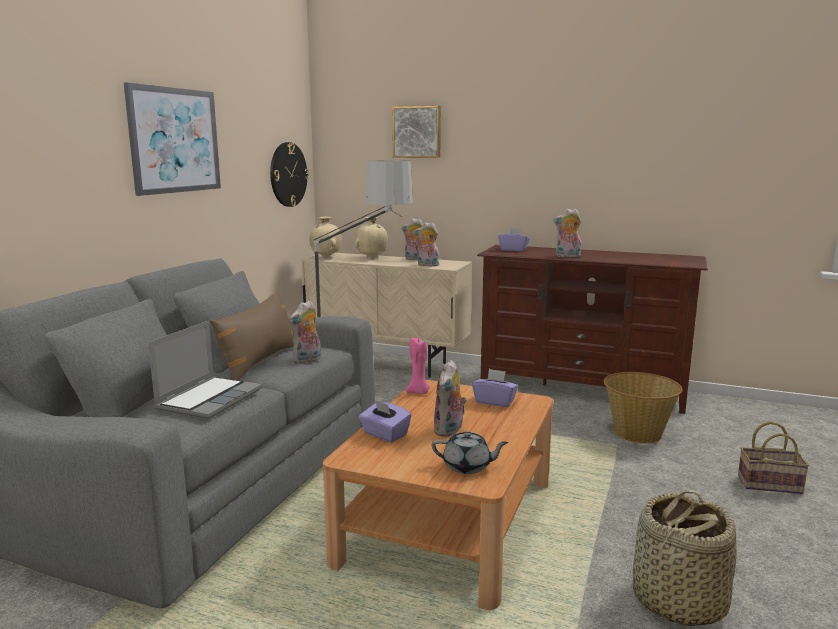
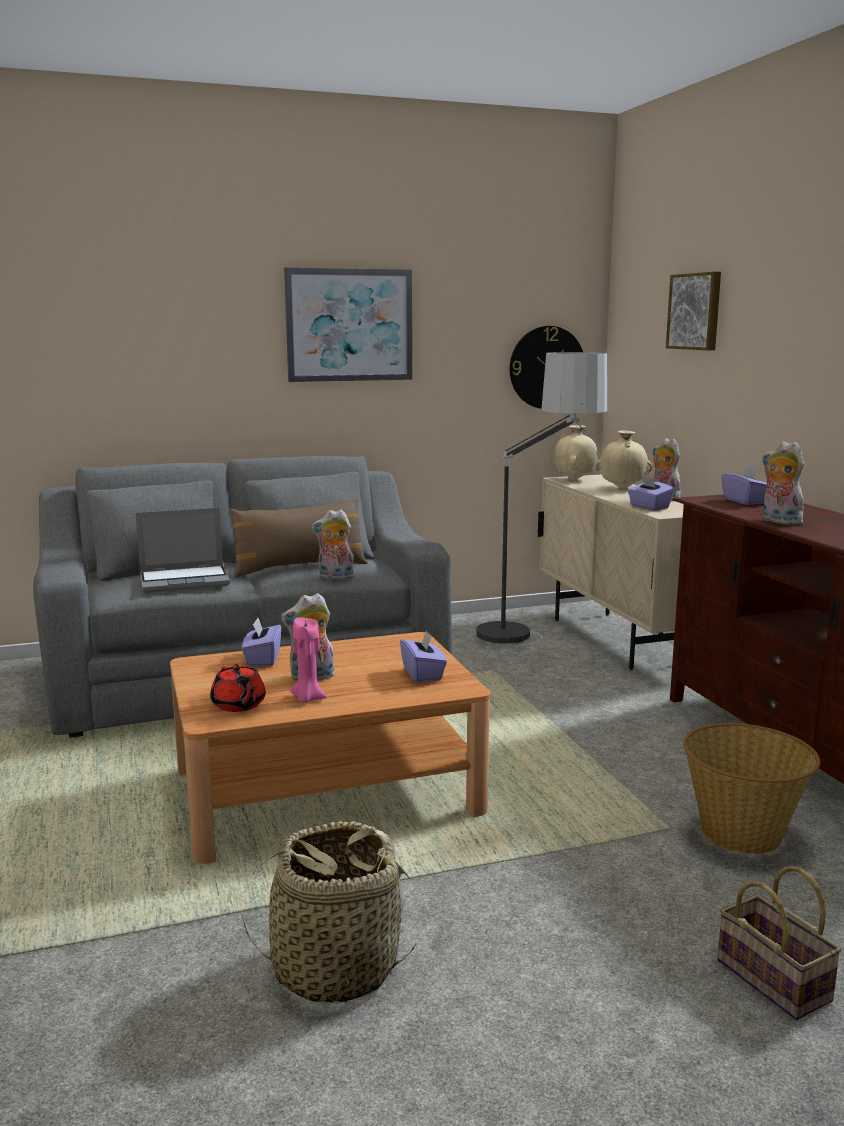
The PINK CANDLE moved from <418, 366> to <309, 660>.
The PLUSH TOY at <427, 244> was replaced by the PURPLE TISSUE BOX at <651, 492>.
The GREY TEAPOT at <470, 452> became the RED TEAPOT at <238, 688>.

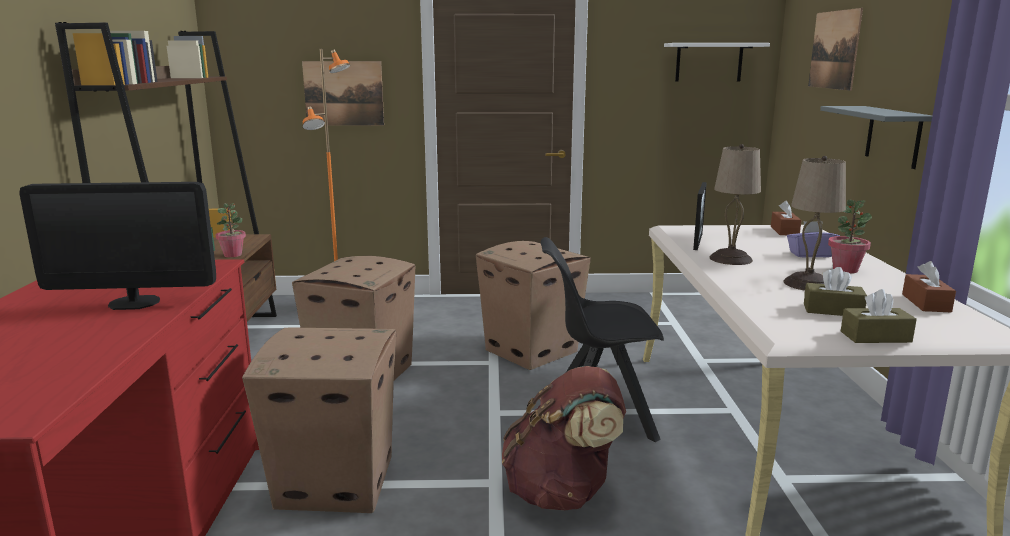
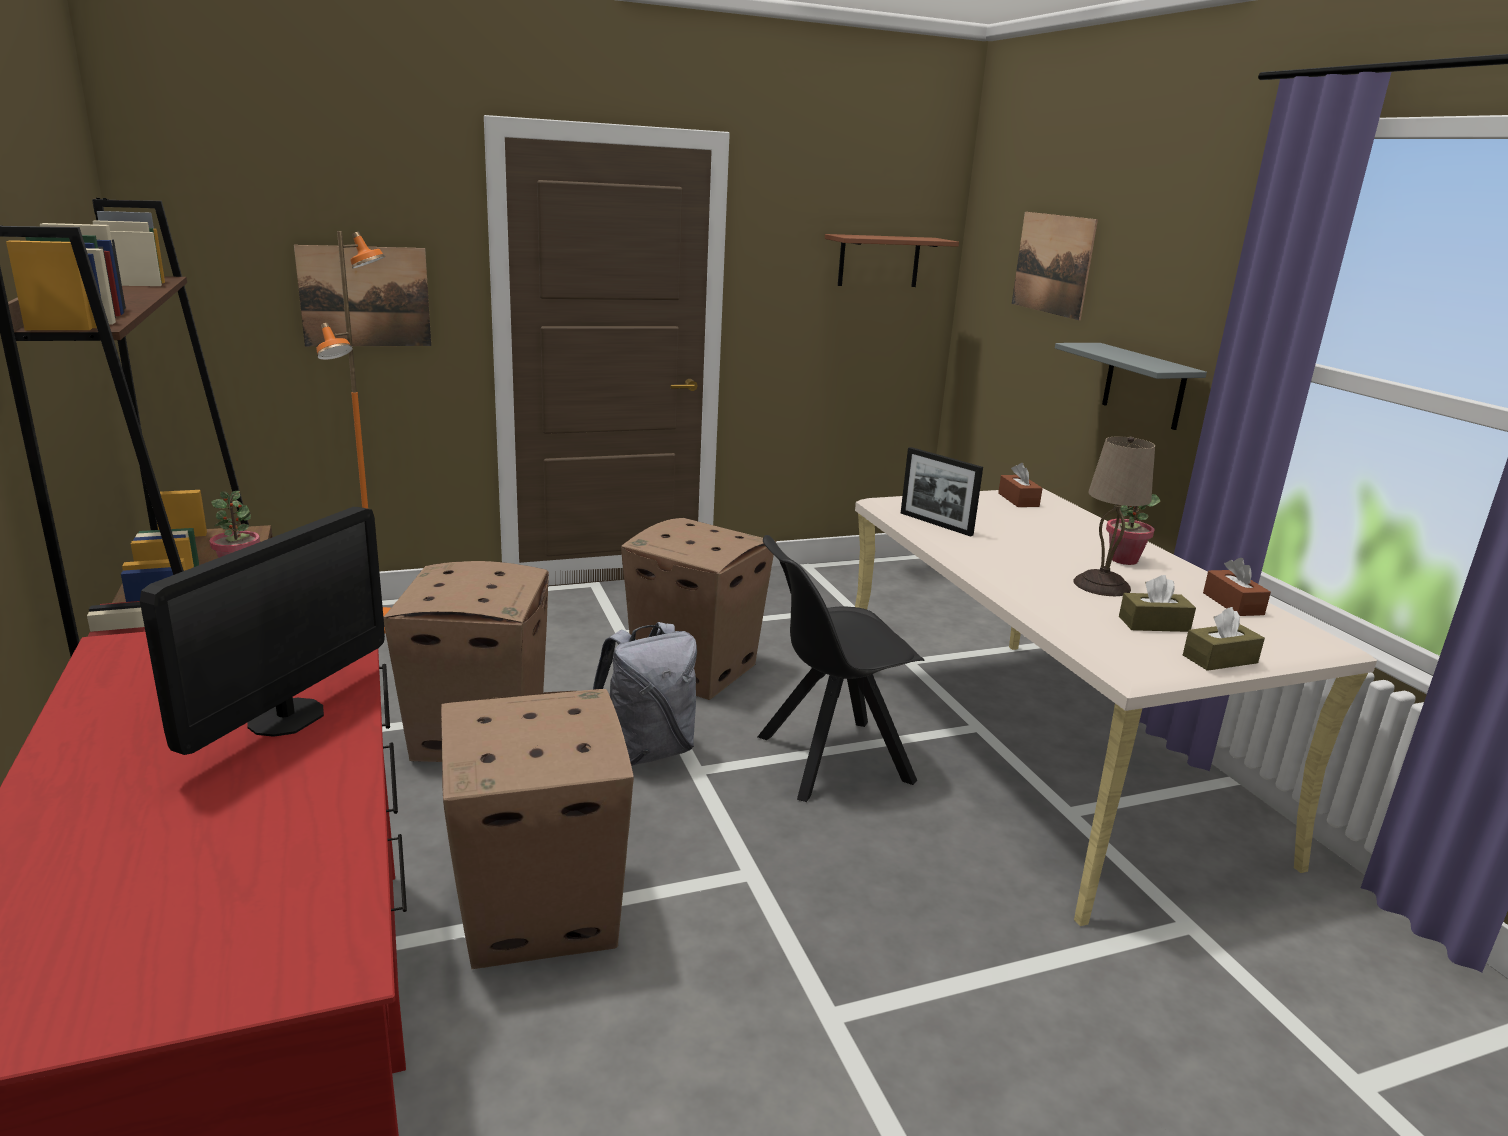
The BROWN BACKPACK at <564, 438> disappeared.
The BEIGE TABLE LAMP at <735, 204> disappeared.
The PURPLE TISSUE BOX at <813, 239> disappeared.
The GREY BACKPACK at <645, 694> appeared.
The WHITE SHELF at <717, 62> became the BROWN SHELF at <892, 260>.
The MONITOR at <117, 246> turned 45 degrees counterclockwise.
The PICTURE FRAME at <700, 216> turned 135 degrees clockwise.

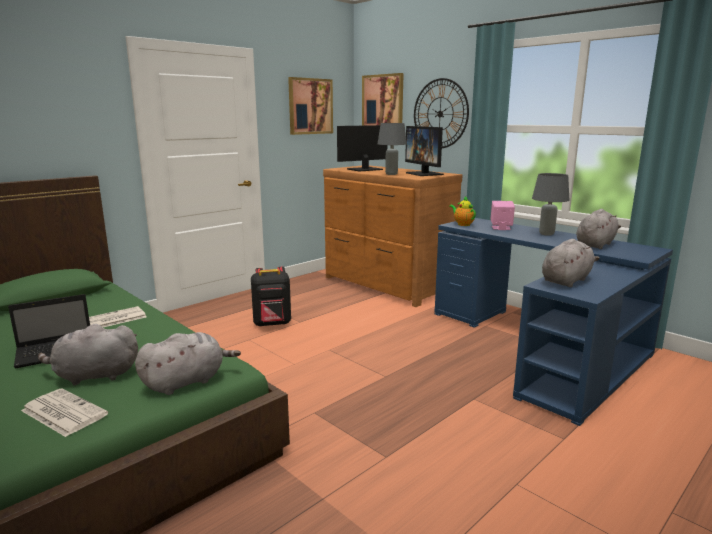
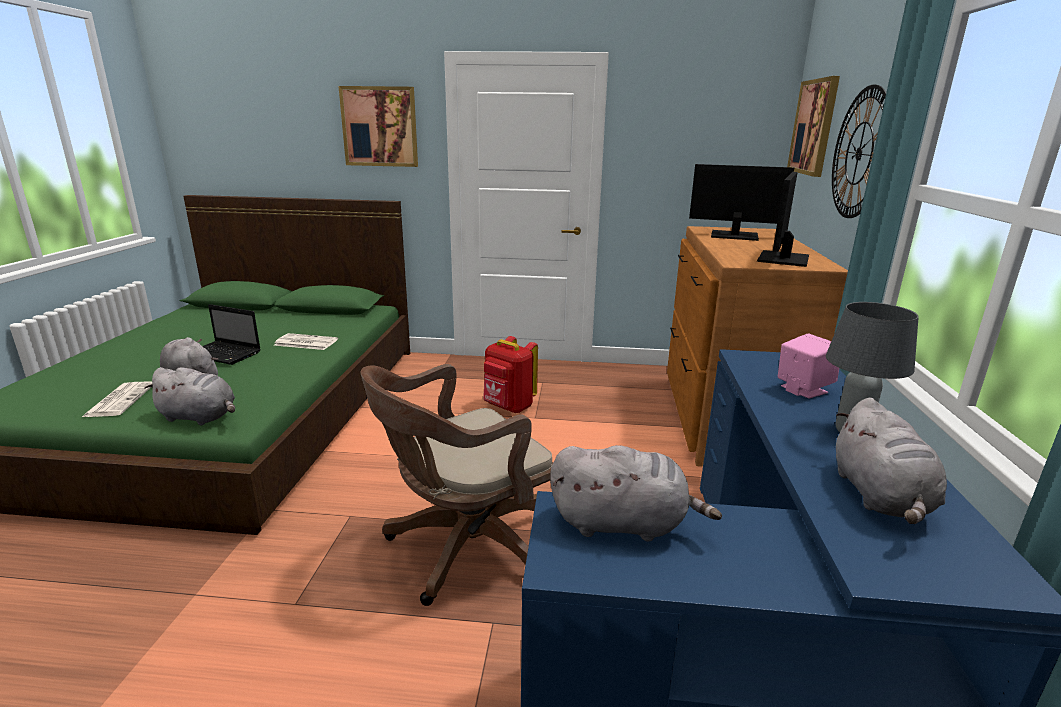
The GREY TABLE LAMP at <392, 149> disappeared.
The TEAPOT at <462, 211> disappeared.
The BROWN OFFICE CHAIR at <456, 485> appeared.
The PICTURE moved from <310, 106> to <378, 126>.
The BLACK BACKPACK at <271, 297> became the RED BACKPACK at <510, 374>.
The GREY PLUSH TOY at <598, 229> turned 90 degrees clockwise.

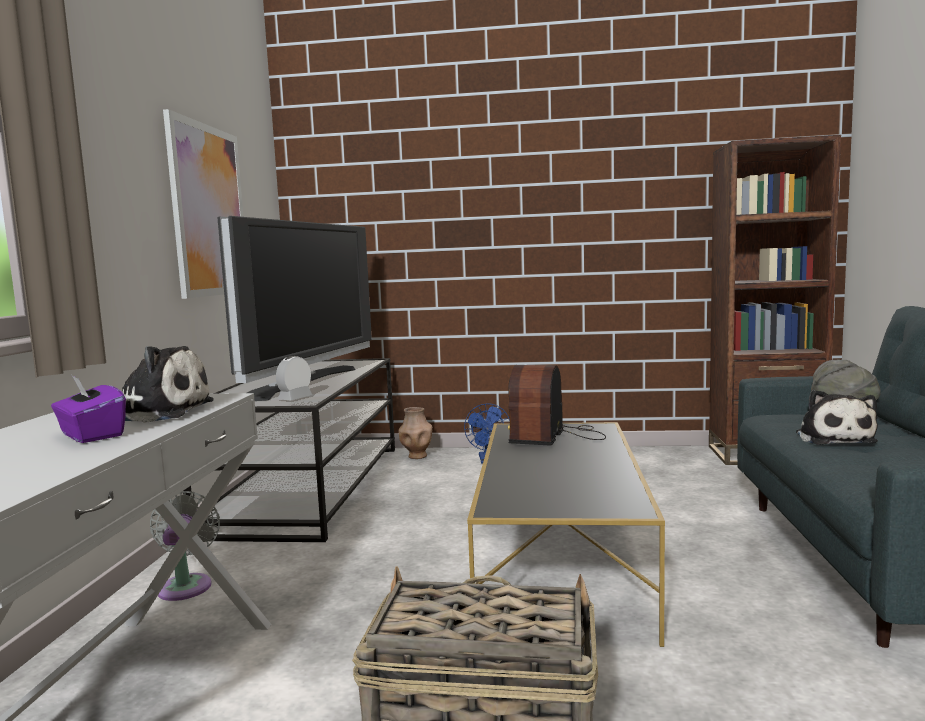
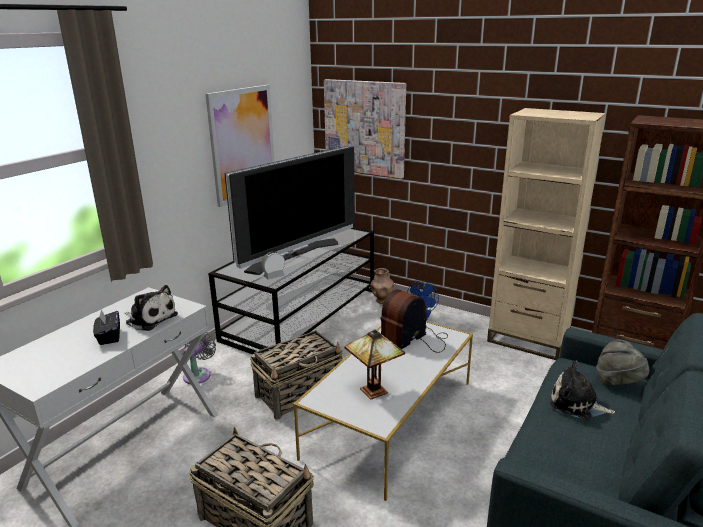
The BASKET at <296, 375> appeared.
The PICTURE at <365, 129> appeared.
The TABLE LAMP at <375, 364> appeared.
The BEIGE BOOKCASE at <546, 234> appeared.
The PURPLE TISSUE BOX at <88, 409> became the BLACK TISSUE BOX at <106, 327>.
The BLACK COFFEE TABLE at <566, 534> became the WHITE COFFEE TABLE at <383, 411>.
The PLUSH TOY at <837, 417> turned 90 degrees clockwise.

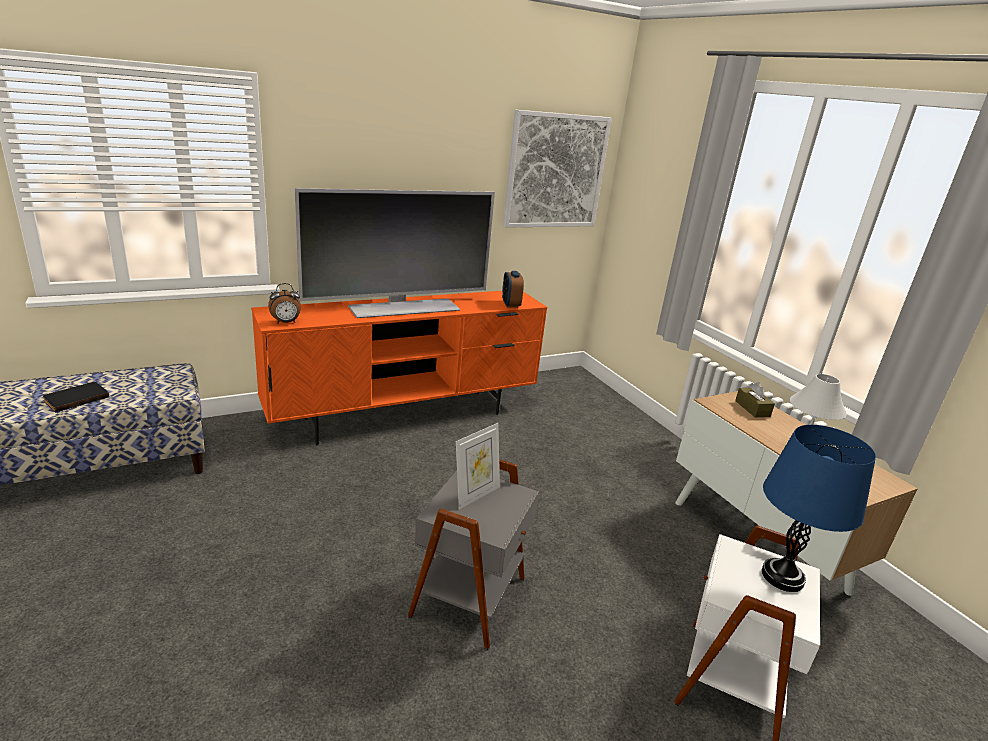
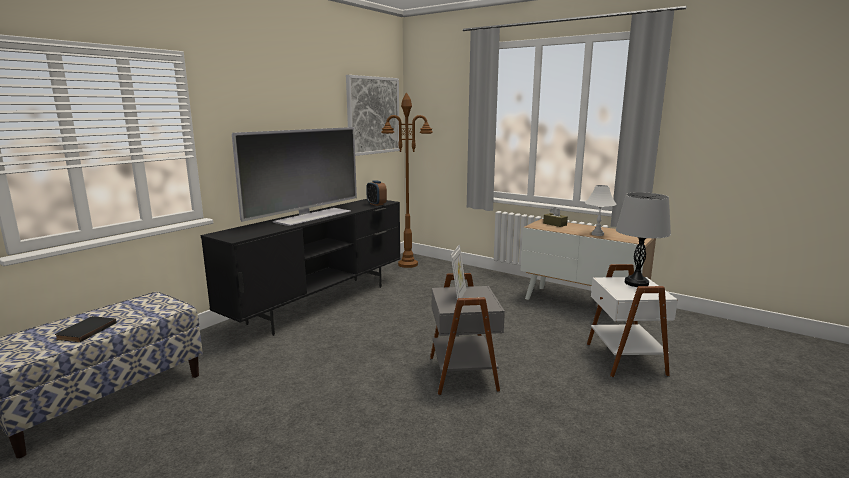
The ALARM CLOCK at <284, 303> disappeared.
The BROWN FLOOR LAMP at <407, 180> appeared.
The ORANGE TV STAND at <399, 368> became the BLACK TV STAND at <301, 267>.
The BLUE TABLE LAMP at <819, 508> became the GREY TABLE LAMP at <643, 239>.

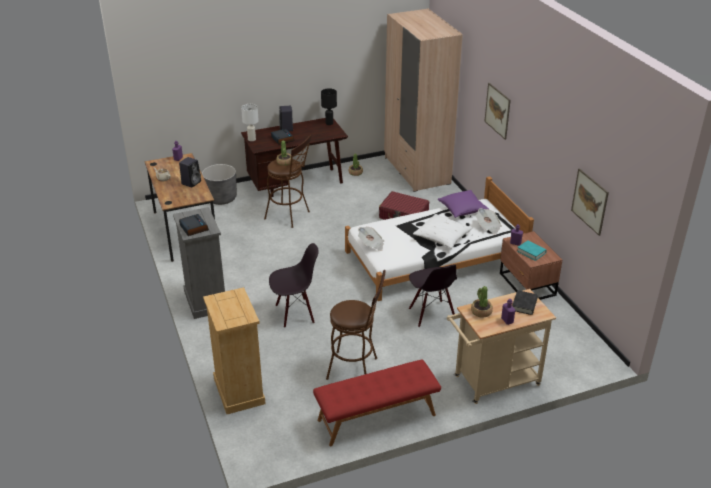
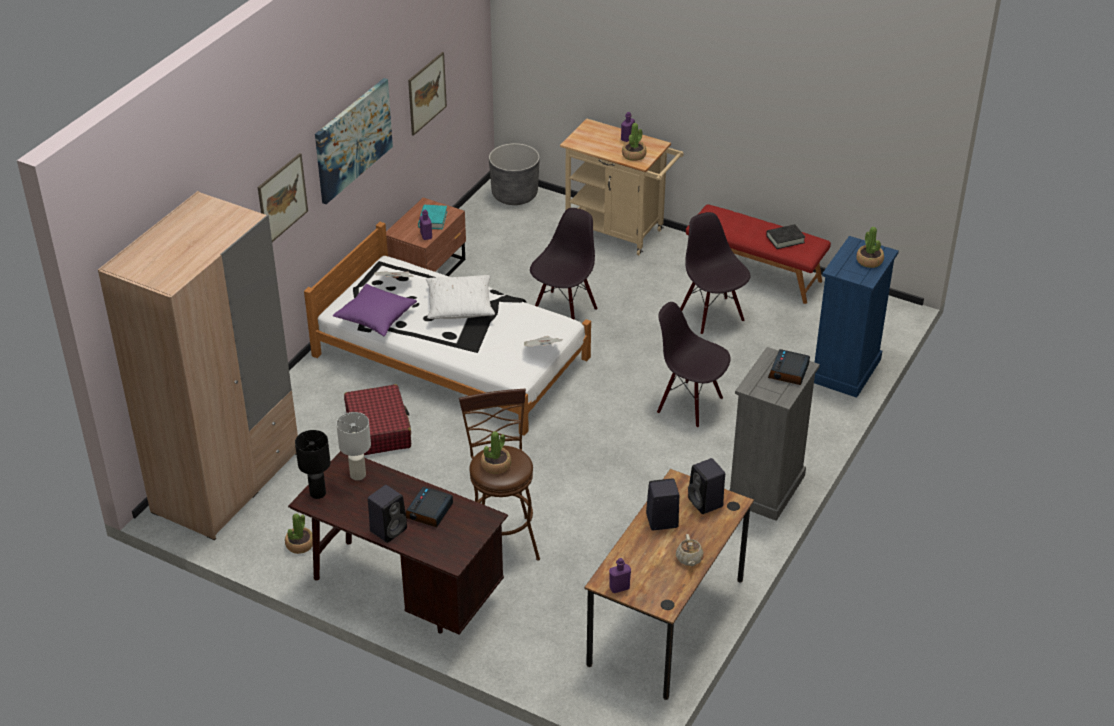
The PICTURE at <354, 141> appeared.
The BLACK SPEAKER at <706, 486> appeared.
The POTTED PLANT at <870, 247> appeared.
The GREY PLANTER moved from <219, 184> to <514, 174>.
The WHITE TABLE LAMP moved from <250, 122> to <353, 446>.
The BLACK BOOK moved from <525, 302> to <785, 236>.
The BROWN STOOL at <356, 325> was replaced by the BLACK CHAIR at <715, 273>.
The BEIGE DRESSER at <234, 350> became the BLUE DRESSER at <856, 317>.

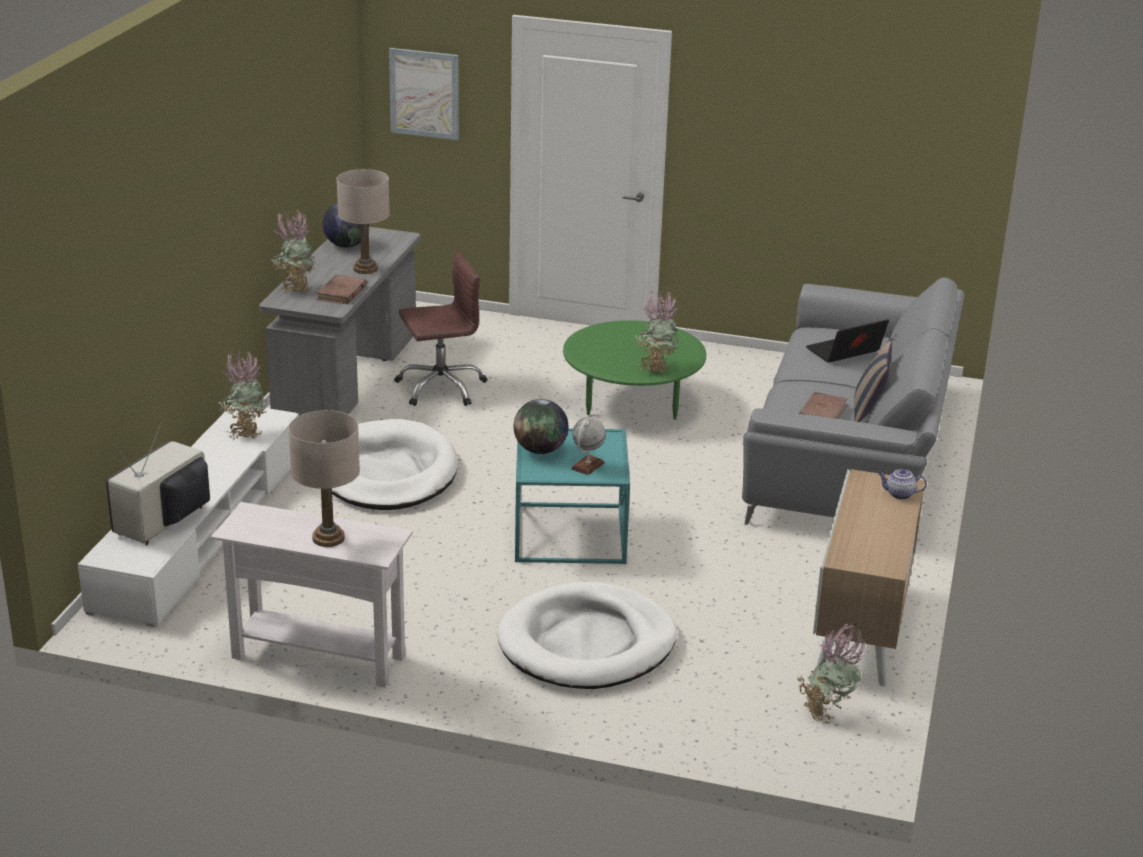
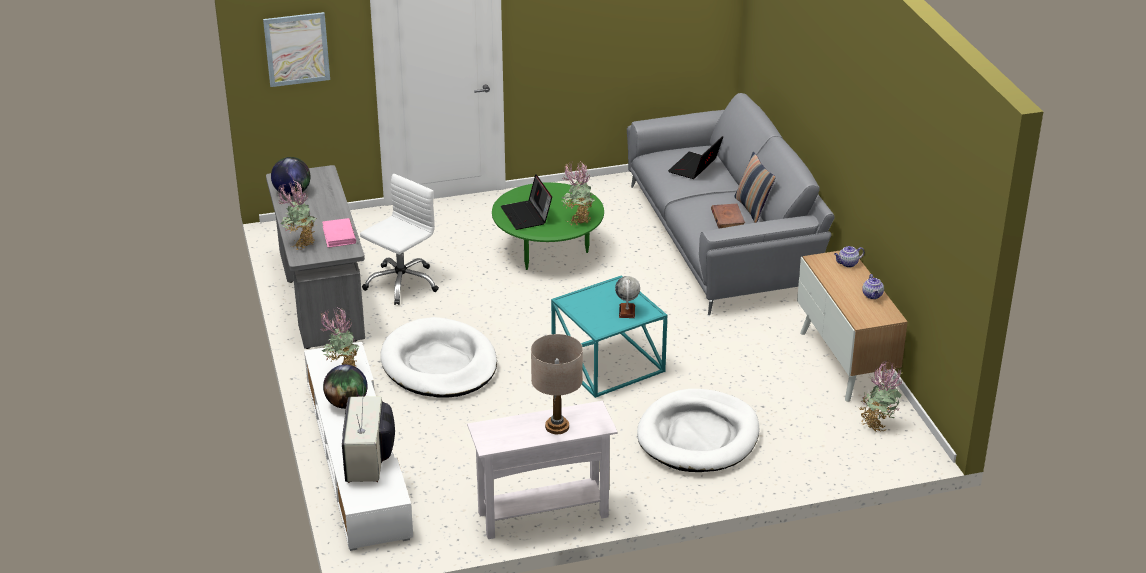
The BEIGE TABLE LAMP at <363, 221> disappeared.
The LAPTOP at <526, 202> appeared.
The TEAPOT at <873, 286> appeared.
The GLOBE moved from <540, 426> to <345, 387>.
The BROWN BOOK at <341, 289> became the PINK BOOK at <339, 232>.
The BROWN OFFICE CHAIR at <440, 329> became the WHITE OFFICE CHAIR at <399, 239>.

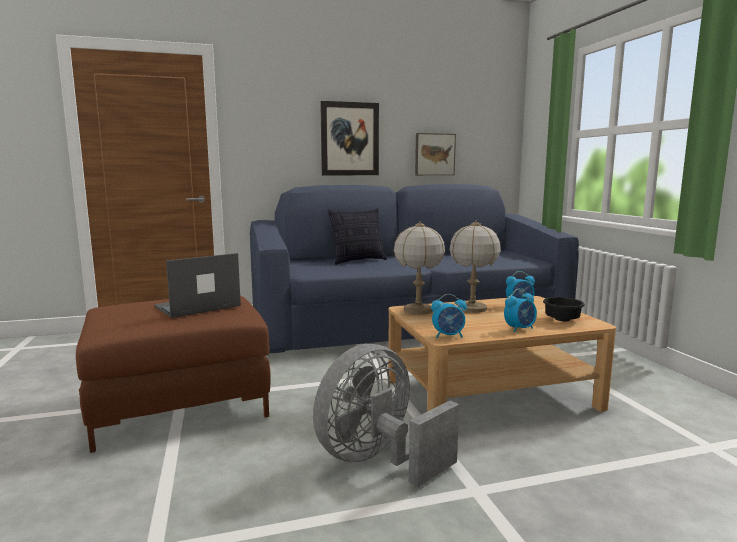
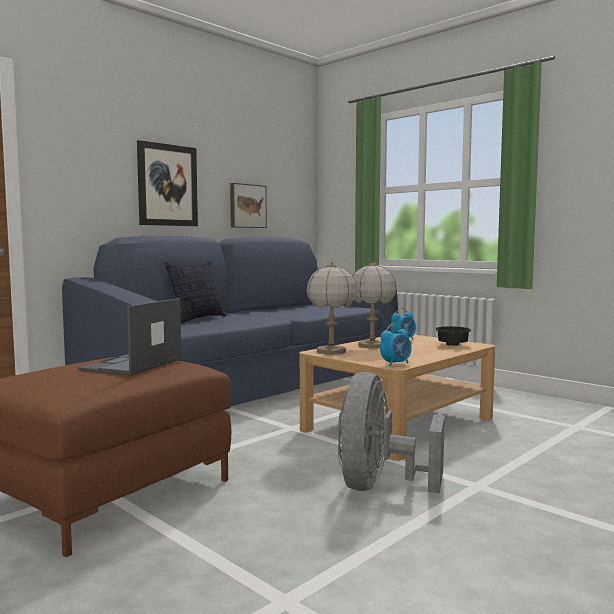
The ALARM CLOCK at <520, 311> disappeared.

